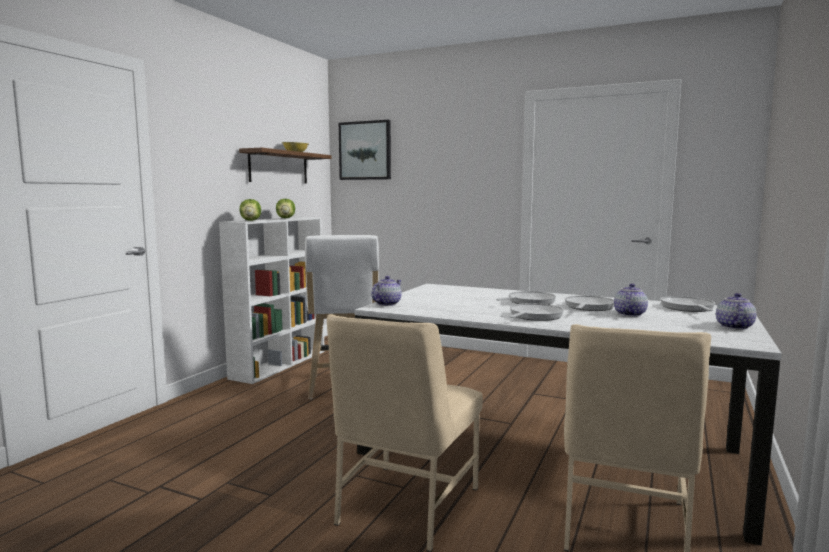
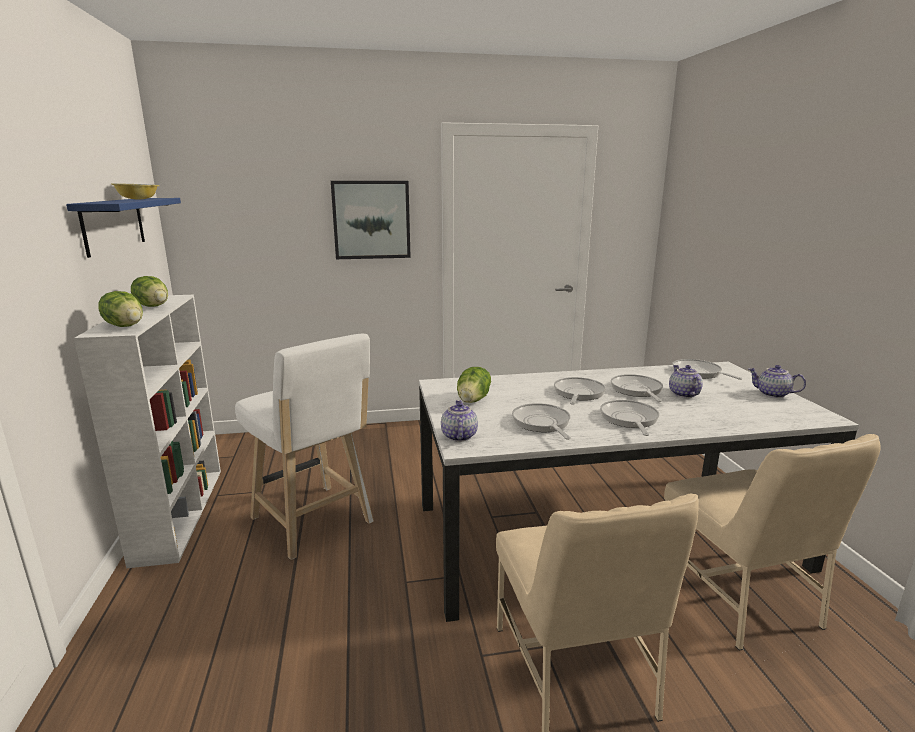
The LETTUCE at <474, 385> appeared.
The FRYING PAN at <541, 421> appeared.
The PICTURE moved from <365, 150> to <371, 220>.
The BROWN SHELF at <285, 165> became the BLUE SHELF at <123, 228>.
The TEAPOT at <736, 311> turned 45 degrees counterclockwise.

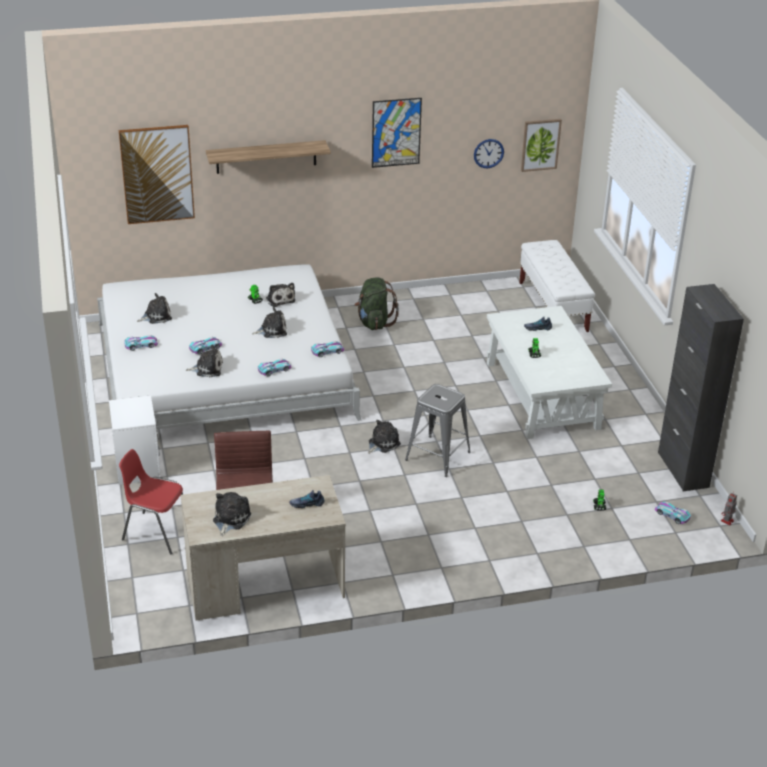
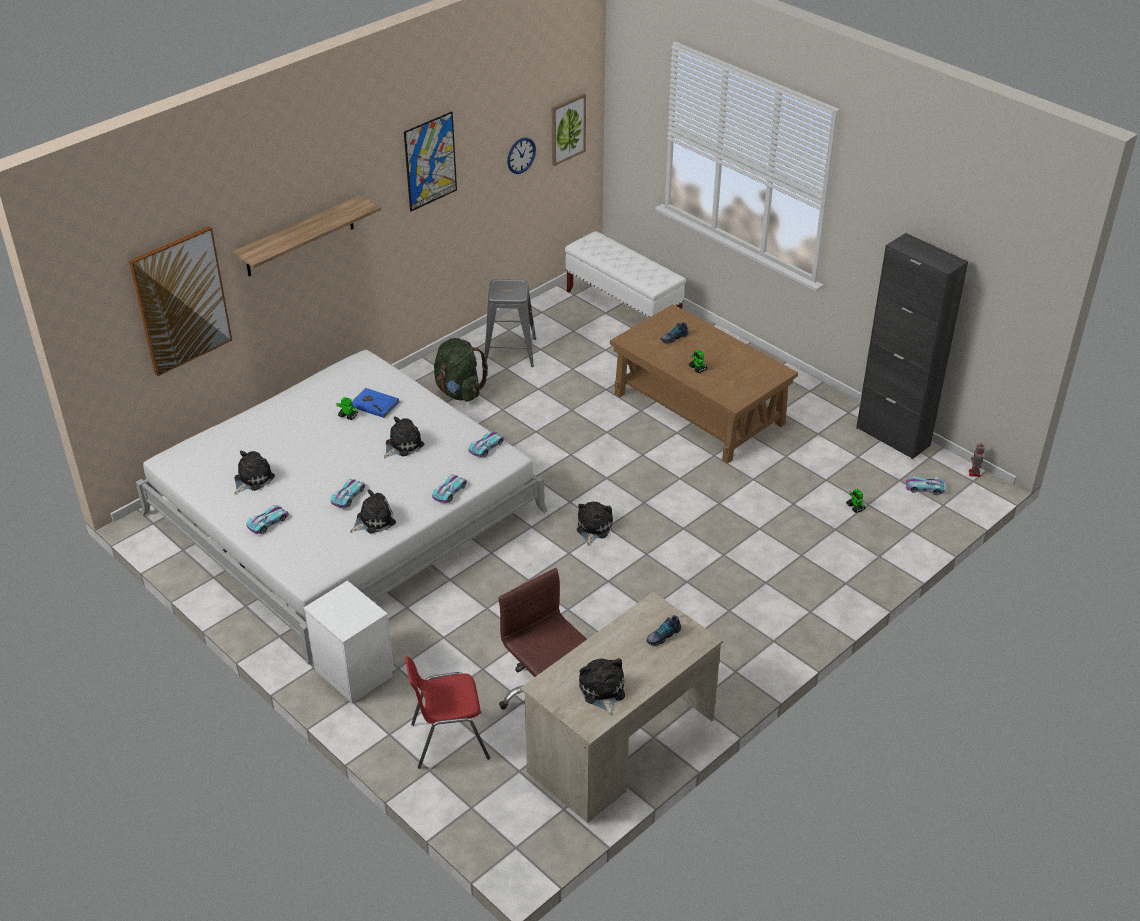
The GREY STOOL moved from <438, 430> to <510, 323>.
The PLUSH TOY at <280, 295> was replaced by the BLUE BOOK at <376, 403>.
The WHITE COFFEE TABLE at <549, 372> became the BROWN COFFEE TABLE at <704, 383>.

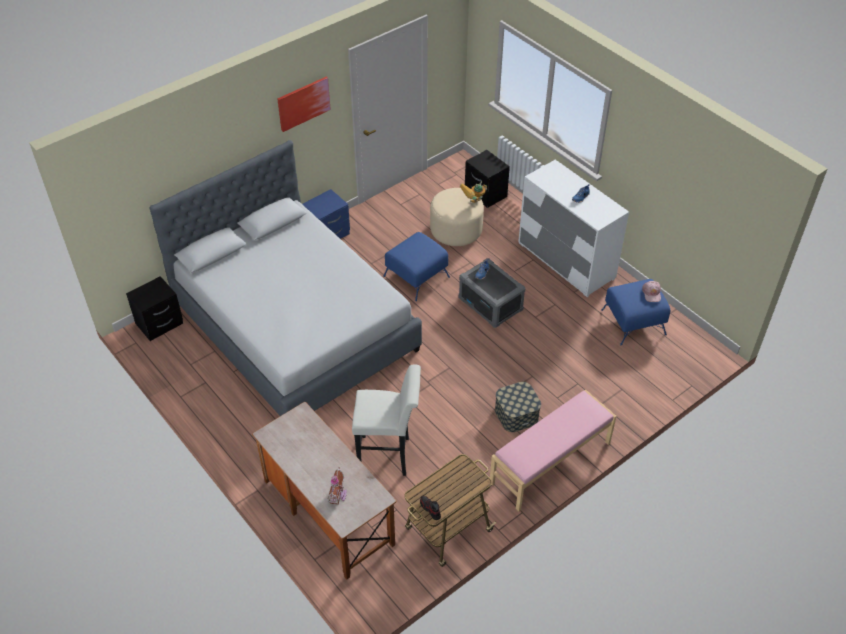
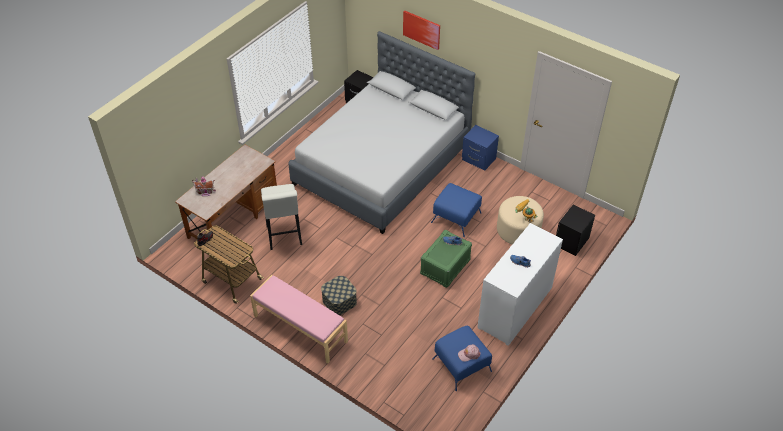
The PICTURE moved from <304, 104> to <421, 30>.
The GREY STORAGE BOX at <492, 293> became the GREEN STORAGE BOX at <446, 259>.

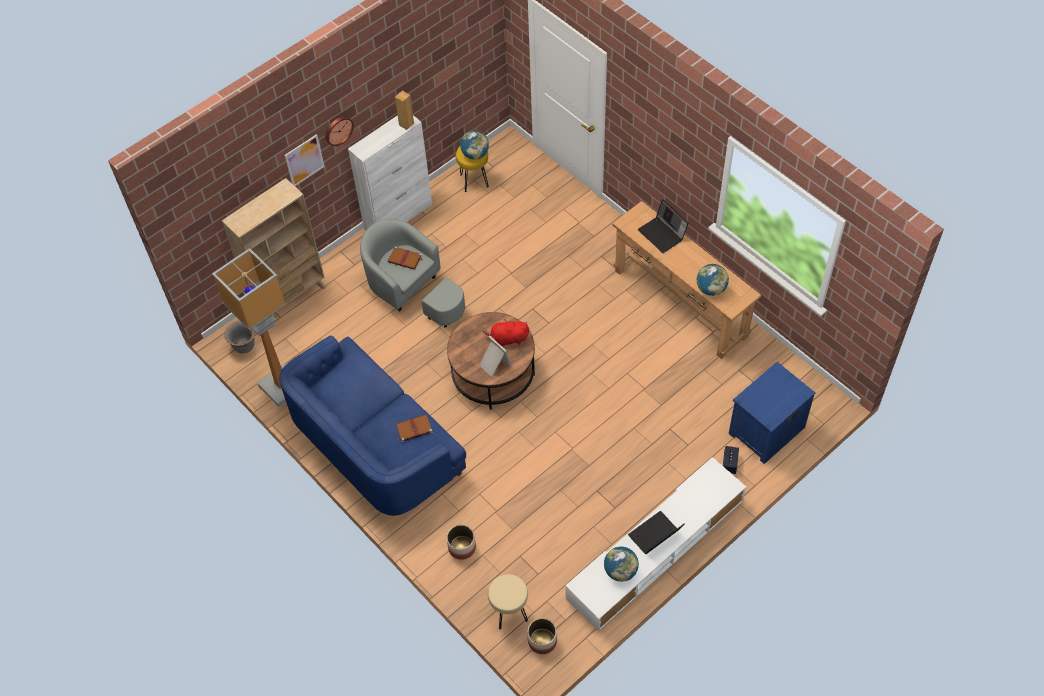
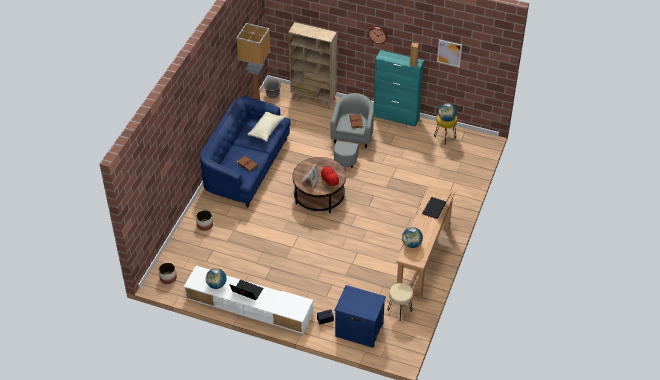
The BEIGE PILLOW at <266, 127> appeared.
The PICTURE moved from <305, 160> to <449, 53>.
The BEIGE STOOL moved from <508, 602> to <400, 302>.
The WHITE CABINET at <390, 173> became the TURQUOISE CABINET at <399, 88>.

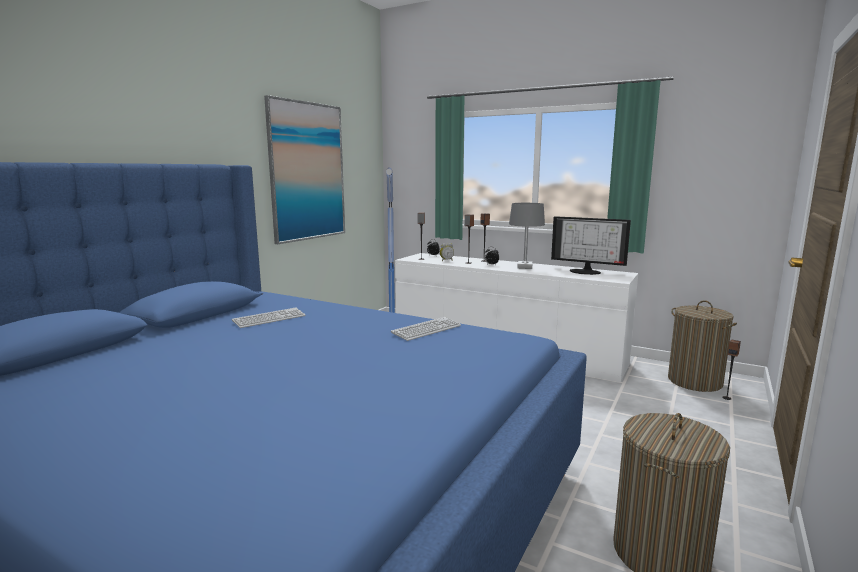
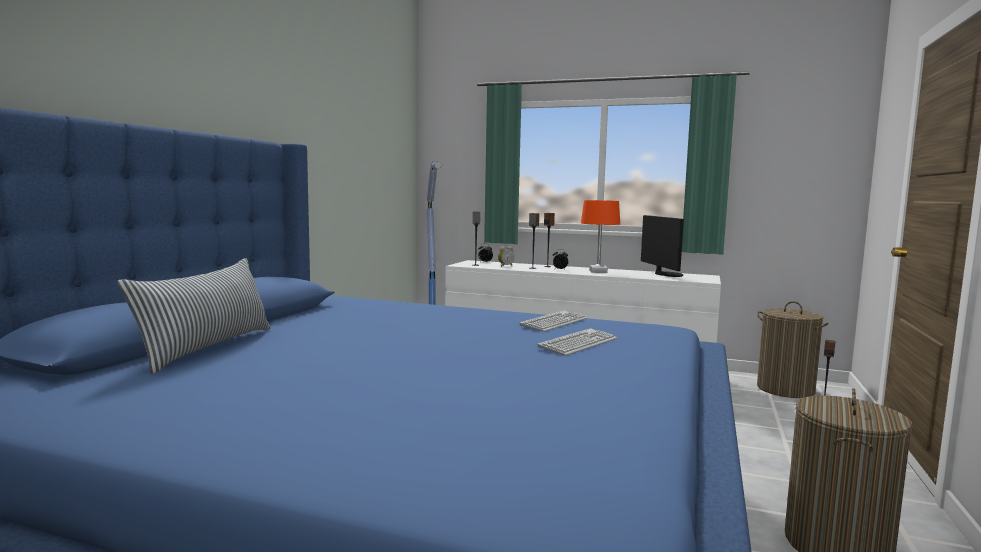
The PICTURE at <304, 169> disappeared.
The PILLOW at <193, 316> appeared.
The KEYBOARD moved from <268, 318> to <577, 342>.
The GREY TABLE LAMP at <527, 236> became the ORANGE TABLE LAMP at <600, 236>.
The MONITOR at <591, 245> turned 120 degrees counterclockwise.

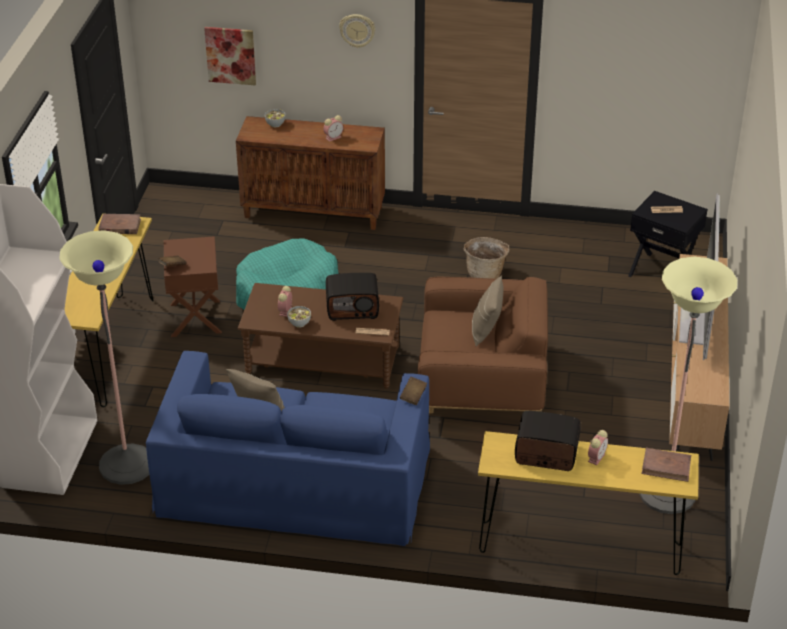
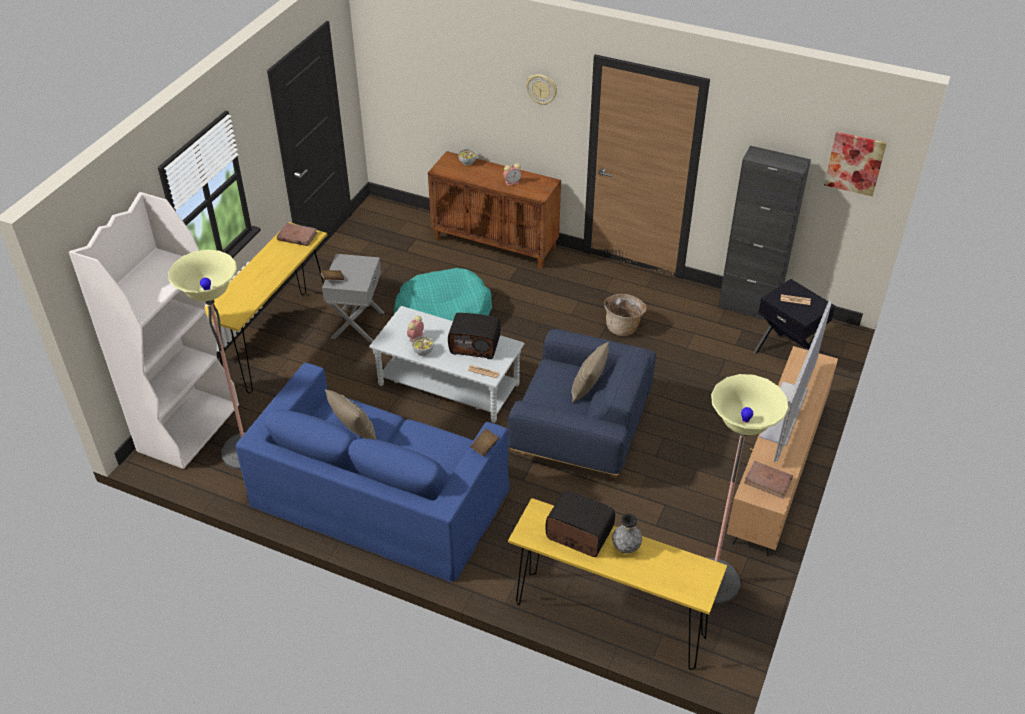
The BLACK CABINET at <764, 232> appeared.
The PICTURE moved from <230, 56> to <855, 164>.
The BROWN BOOK moved from <666, 465> to <768, 480>.
The ALARM CLOCK at <598, 447> was replaced by the GREY VASE at <627, 533>.
The BROWN SIDE TABLE at <193, 286> became the GREY SIDE TABLE at <353, 298>.
The BROWN COFFEE TABLE at <321, 336> became the GREY COFFEE TABLE at <447, 364>.
The BROWN ARMCHAIR at <483, 344> became the BLUE ARMCHAIR at <582, 403>.

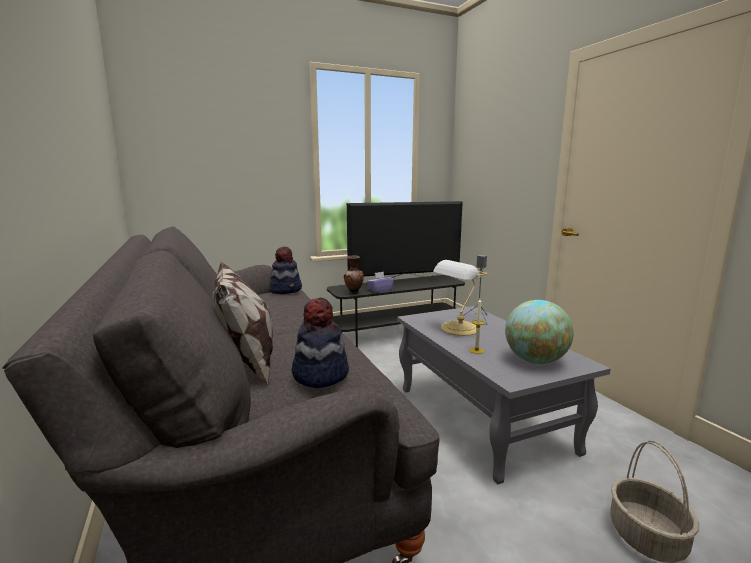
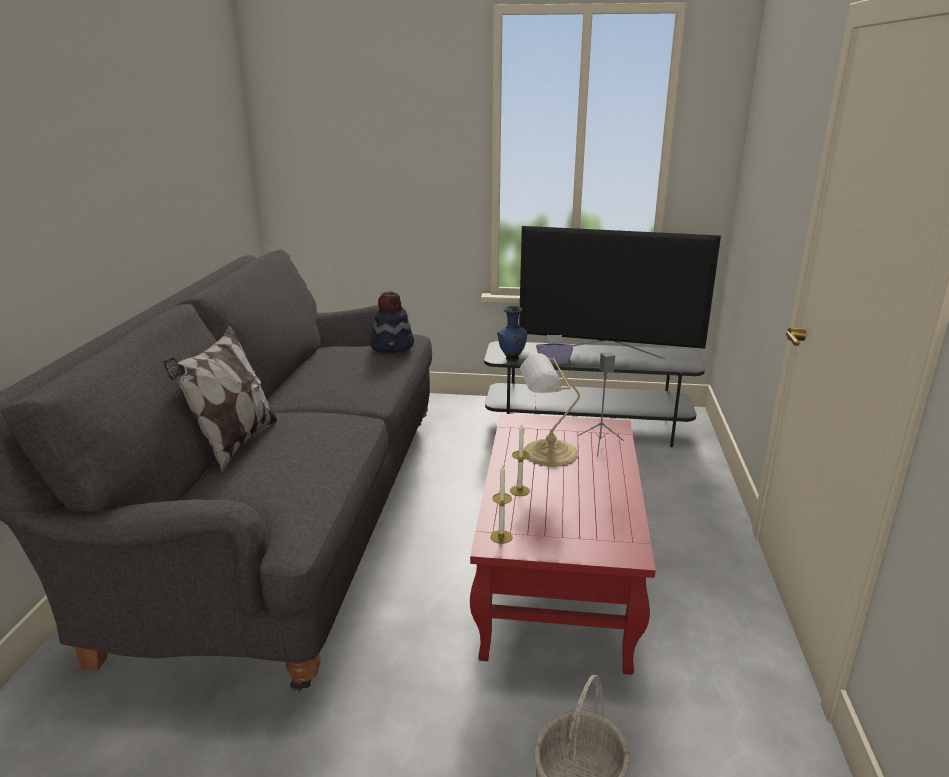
The HAT at <320, 342> disappeared.
The GLOBE at <539, 332> disappeared.
The CANDLE at <501, 504> appeared.
The BROWN VASE at <354, 274> became the BLUE VASE at <512, 333>.
The GREY COFFEE TABLE at <504, 395> became the RED COFFEE TABLE at <563, 544>.

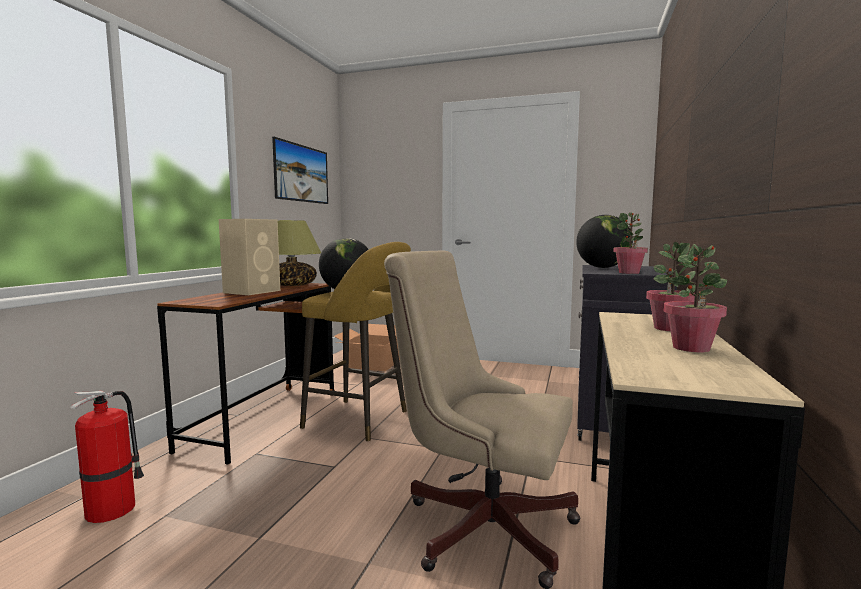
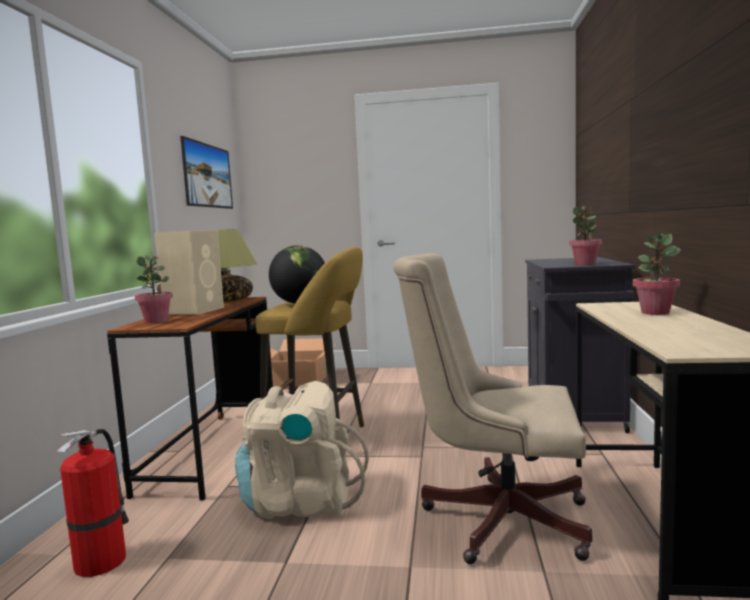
The GLOBE at <604, 241> disappeared.
The BEIGE BACKPACK at <302, 450> appeared.
The POTTED PLANT moved from <695, 298> to <154, 289>.

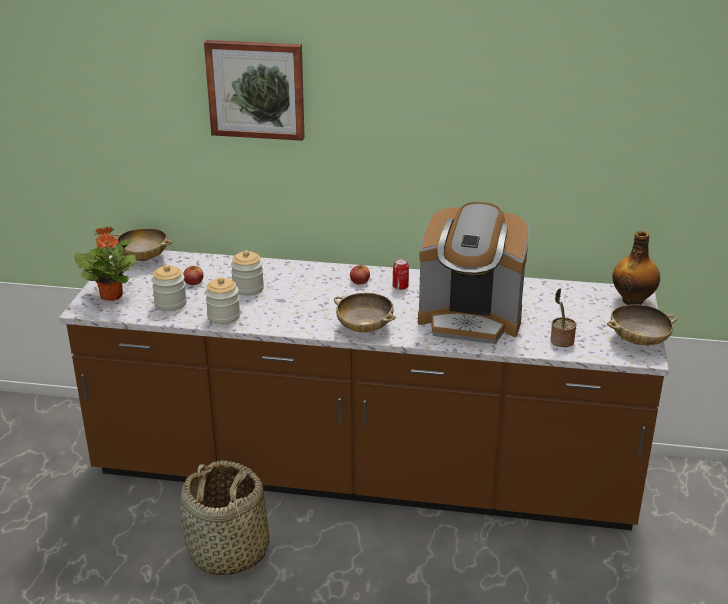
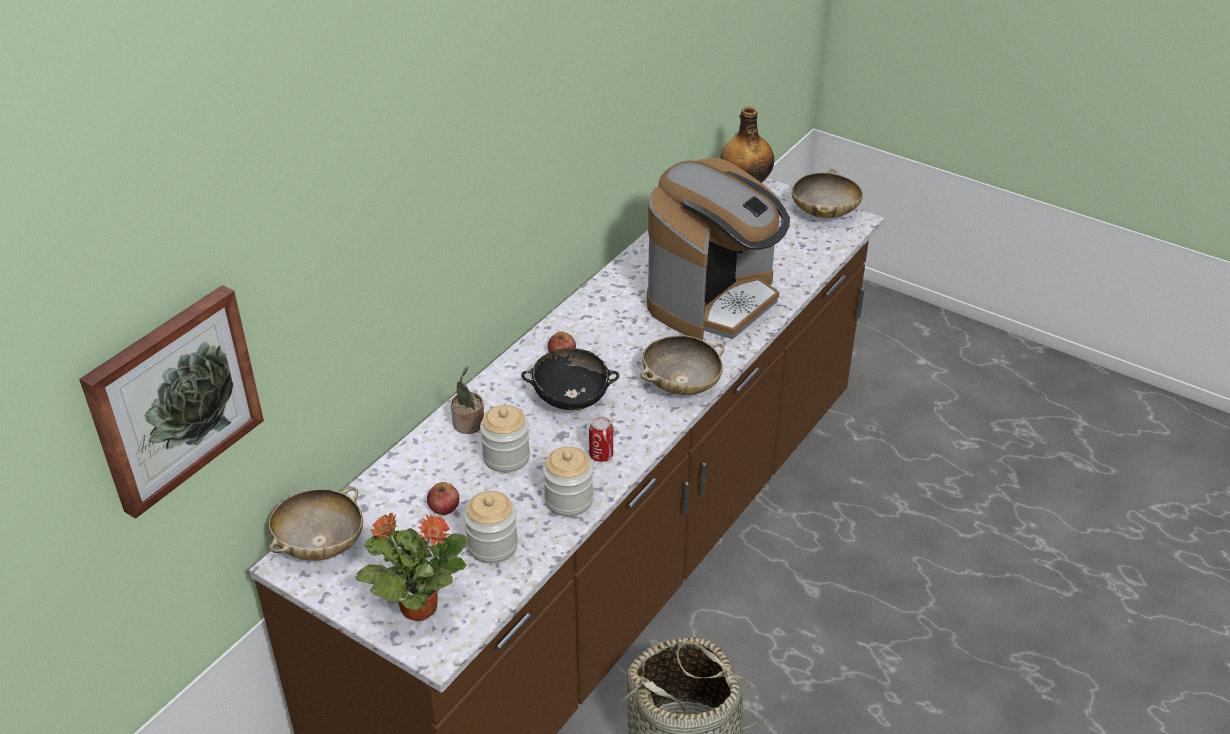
The BLACK BOWL at <570, 379> appeared.
The PICTURE moved from <254, 90> to <171, 402>.
The CAN moved from <401, 274> to <601, 439>.
The POTTED PLANT moved from <563, 317> to <467, 400>.

